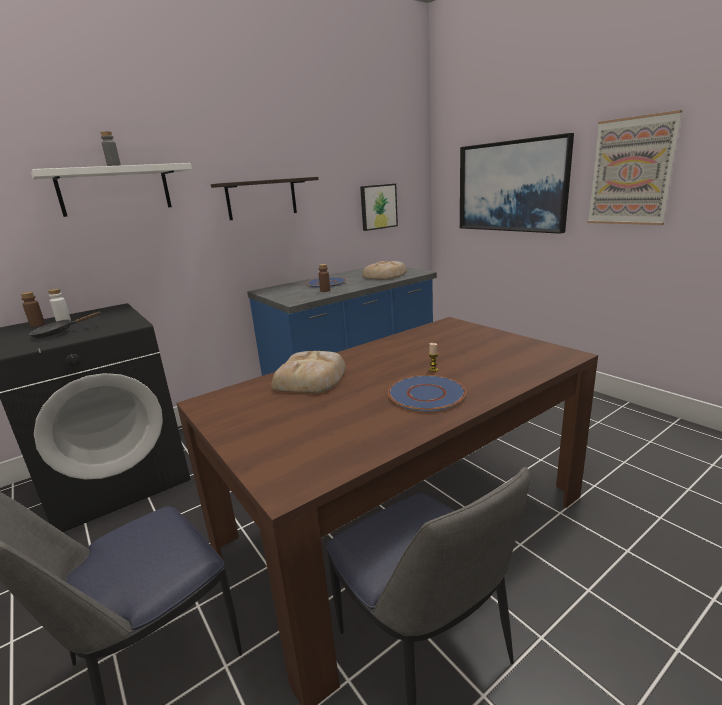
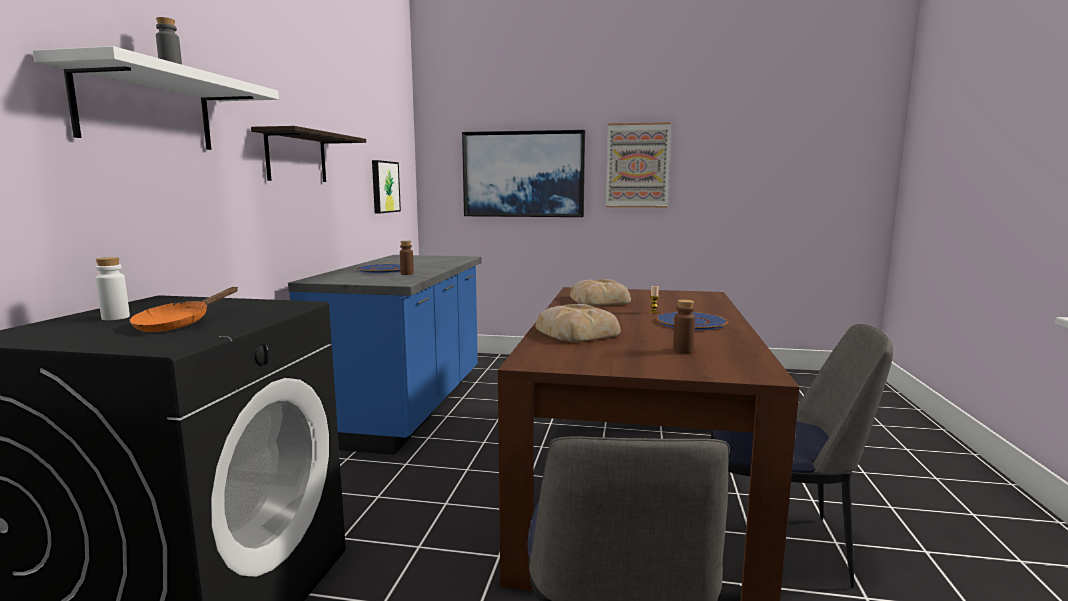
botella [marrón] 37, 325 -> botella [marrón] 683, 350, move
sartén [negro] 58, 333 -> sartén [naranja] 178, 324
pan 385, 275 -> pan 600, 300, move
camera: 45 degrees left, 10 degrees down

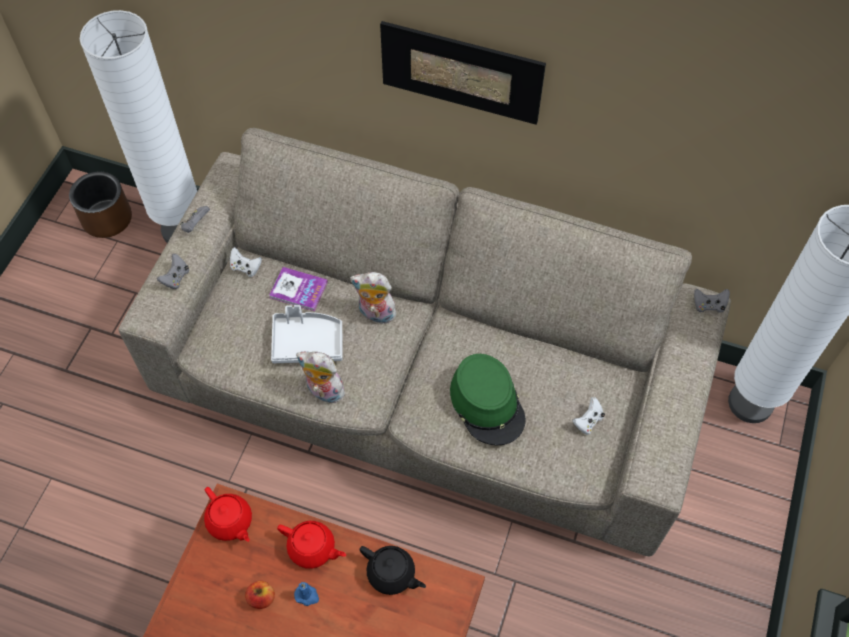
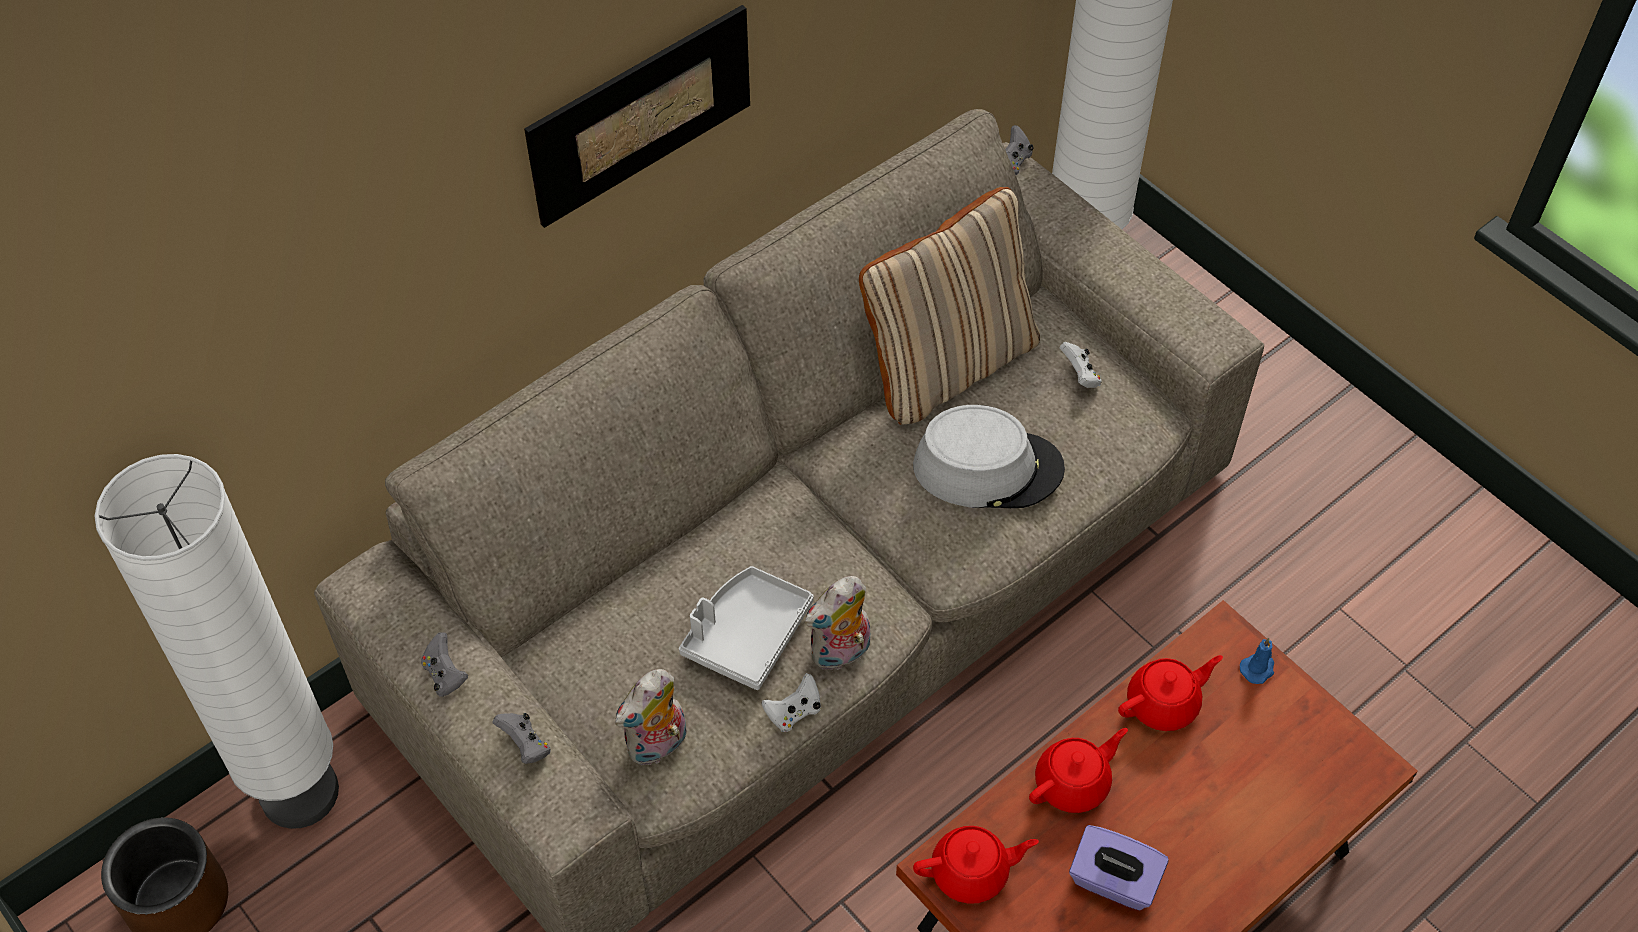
mando de consola [blanco] 246, 268 -> mando de consola [blanco] 794, 712, move
manzana 261, 598 -> caja de pañuelos [morado] 1113, 881
libro 298, 290 -> none
vela [azul] 307, 595 -> vela [azul] 1258, 669, move
peluche 375, 314 -> peluche 658, 746, move
tetera [negro] 392, 574 -> tetera [rojo] 1164, 704
sombrero [verde] 487, 403 -> sombrero [gris] 988, 467
none -> cojín [beis] 947, 364
camera: 60 degrees left, 5 degrees down

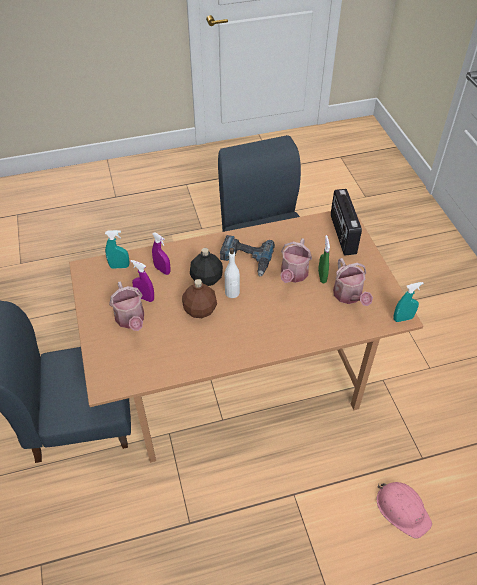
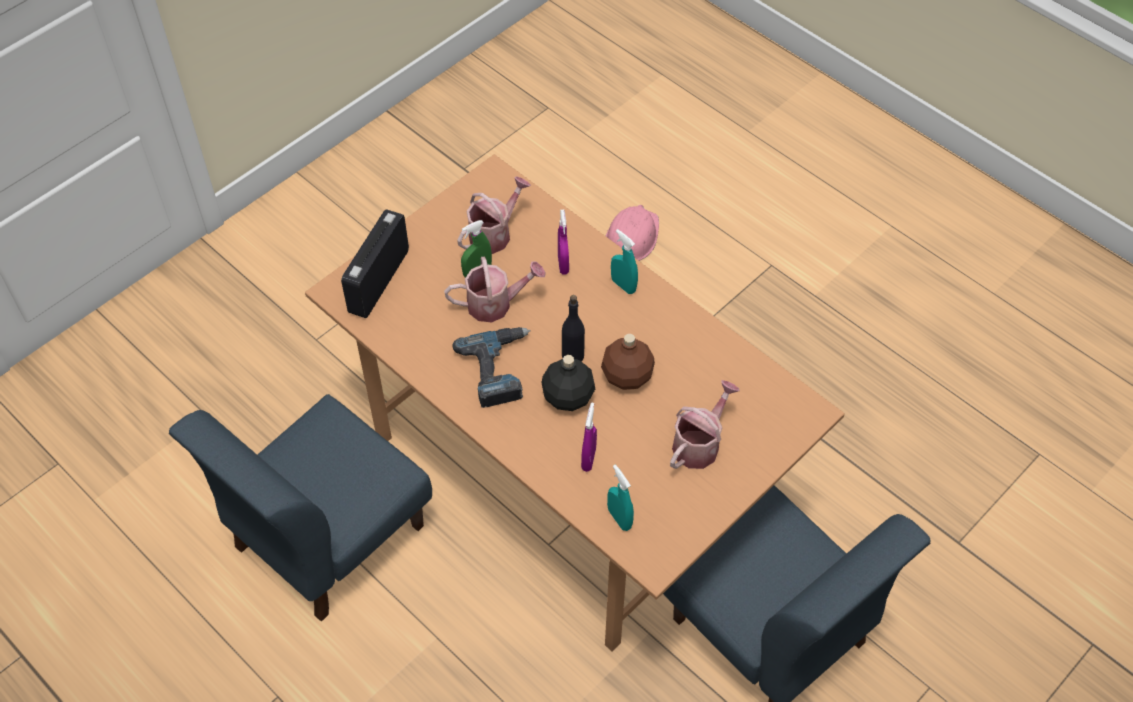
pulverizador [morado] 145, 298 -> pulverizador [morado] 563, 264, move
botella [blanco] 232, 293 -> botella [negro] 573, 355
radio 342, 234 -> radio 378, 281, 150 degrees clockwise
pulverizador [turquesa] 403, 318 -> pulverizador [turquesa] 623, 285, move
camera: 120 degrees left, 5 degrees up

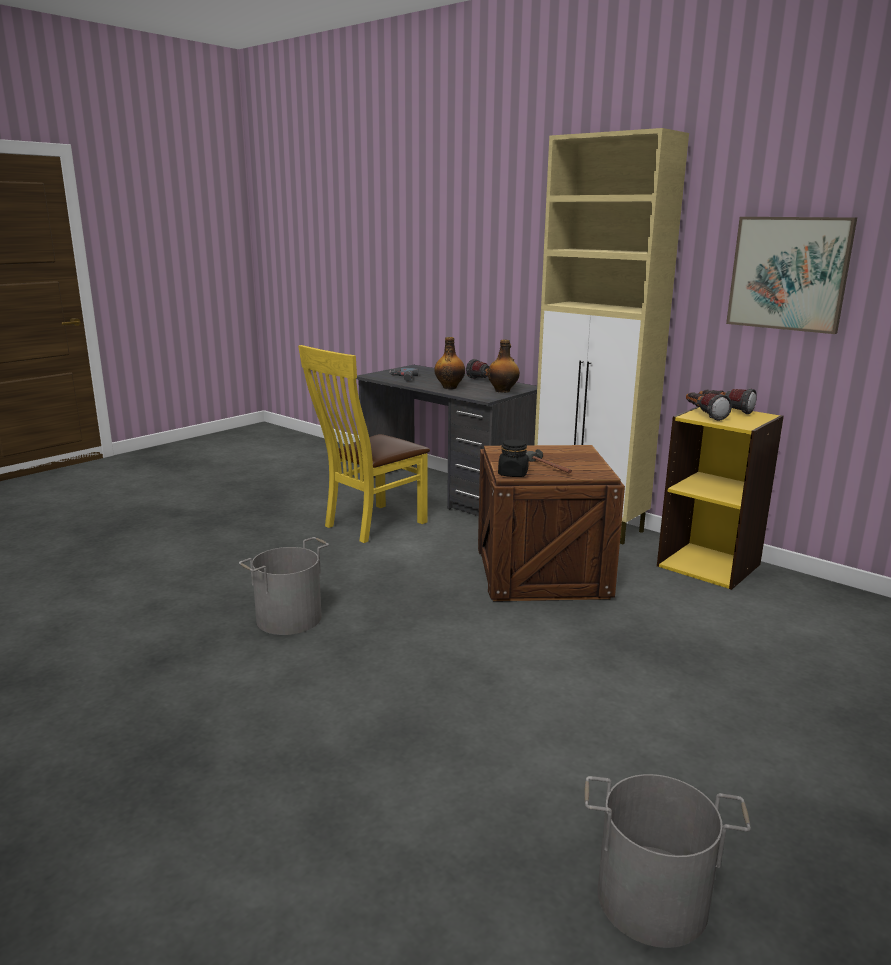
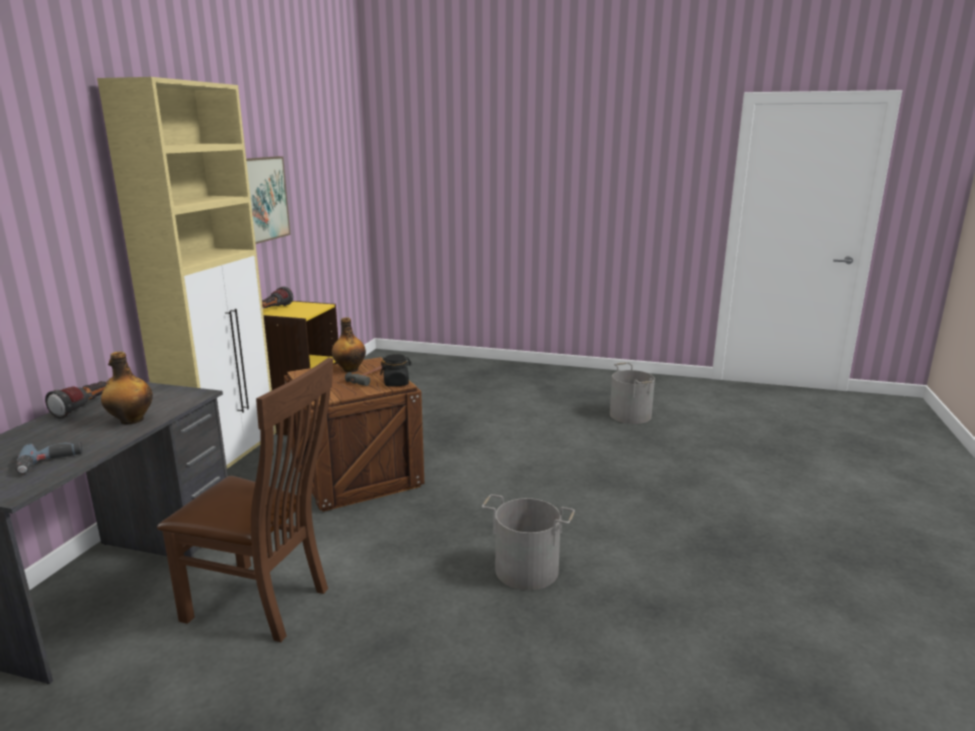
silla [amarillo] 369, 525 -> silla [marrón] 265, 604
botella 503, 391 -> botella 350, 369, move
linterna 703, 415 -> none
camera: 115 degrees left, 0 degrees up

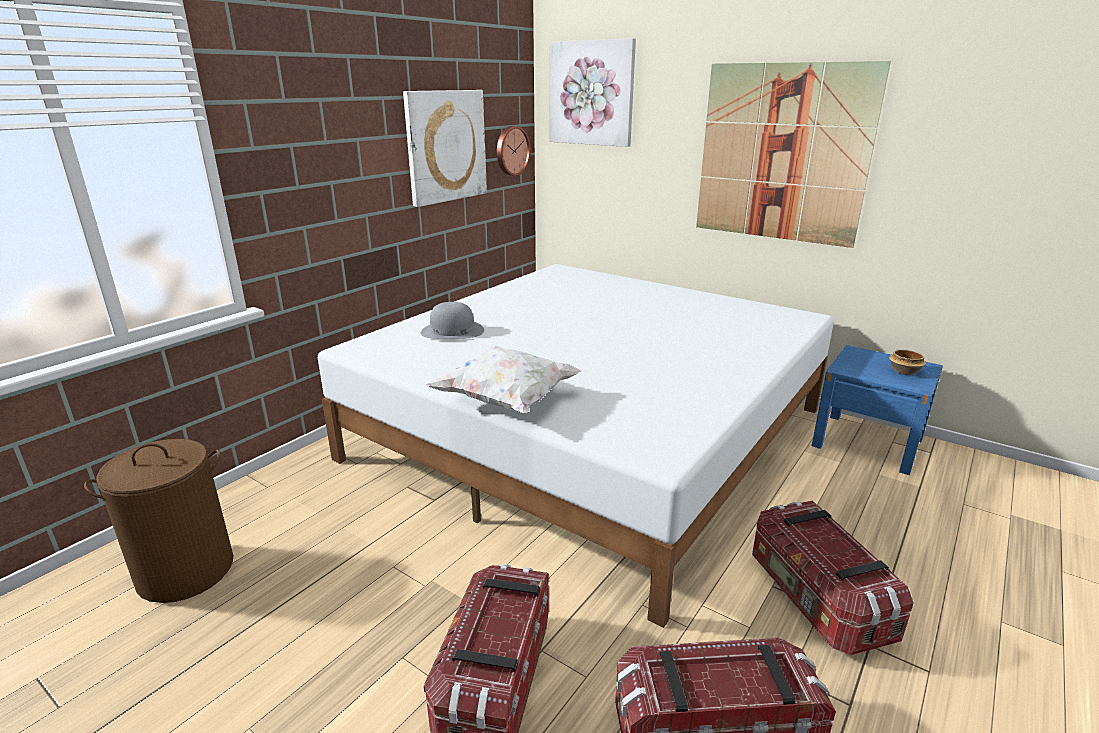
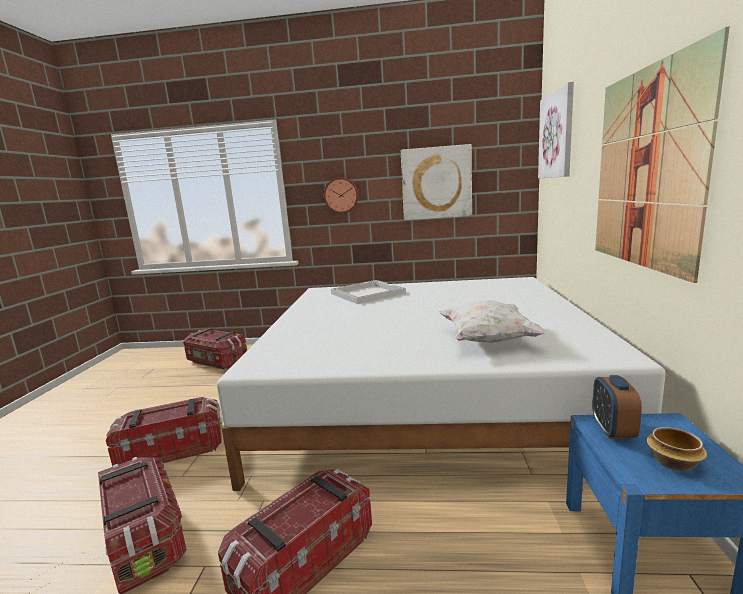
cesto de la ropa [marrón] 187, 571 -> caja de almacenaje 217, 362
sombrero [gris] 452, 331 -> bandeja [blanco] 366, 293
cojín [blanco] 507, 400 -> cojín [blanco] 488, 340, move
reloj de pared 511, 151 -> reloj de pared 341, 195, move
none -> despertador 612, 430
camera: 60 degrees right, 10 degrees down

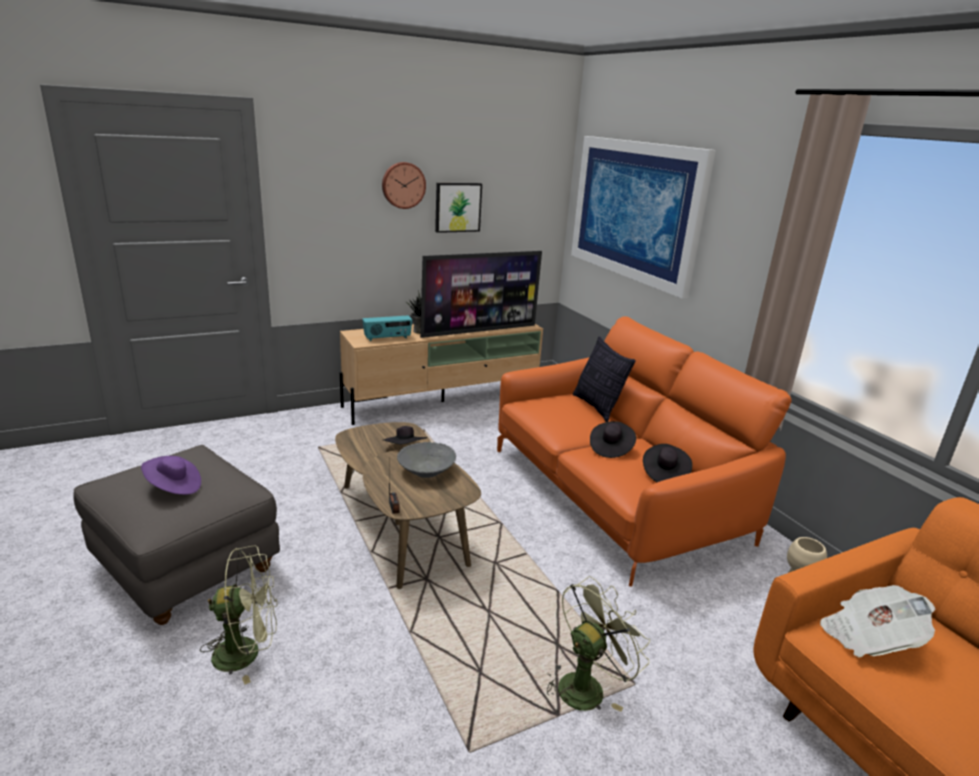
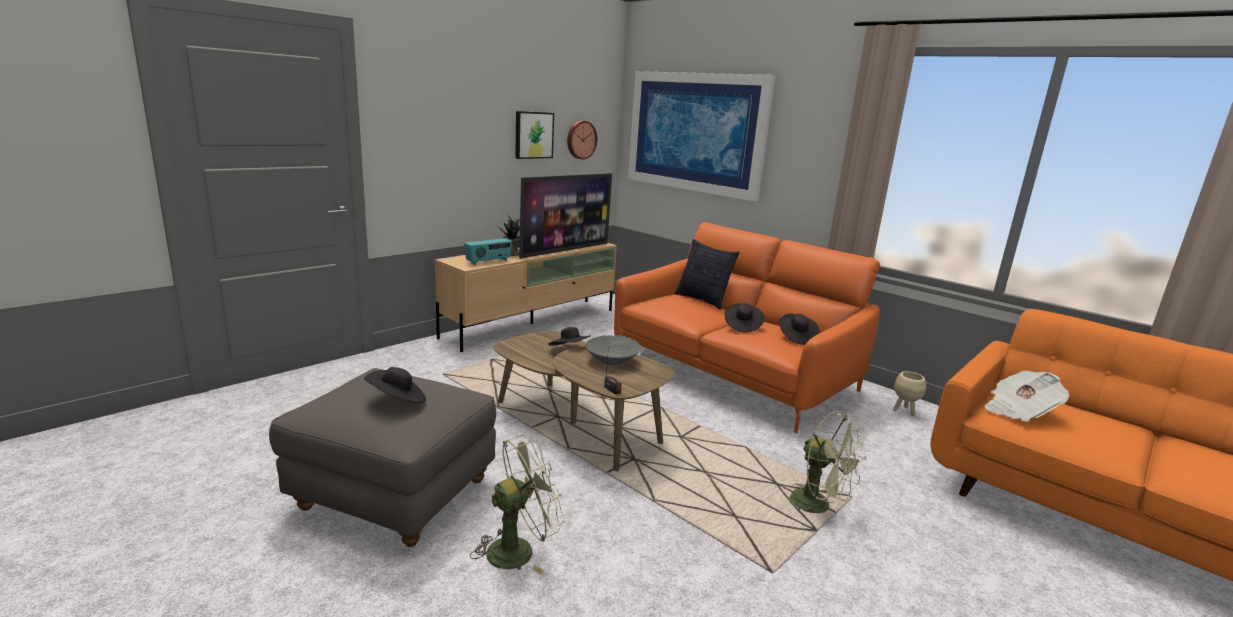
sombrero [morado] 174, 487 -> sombrero [negro] 397, 400
reloj de pared 403, 185 -> reloj de pared 580, 139, move
ventilador [verde] 586, 685 -> ventilador [verde] 819, 506, 105 degrees clockwise
camera: 20 degrees left, 5 degrees down

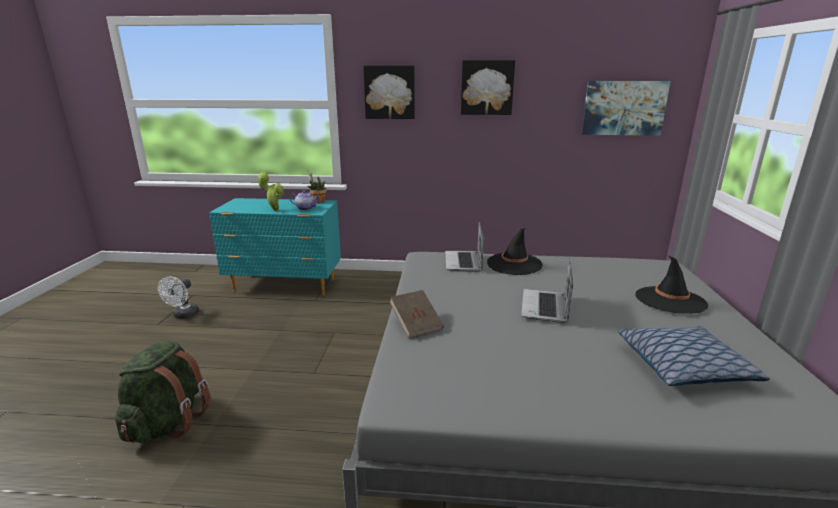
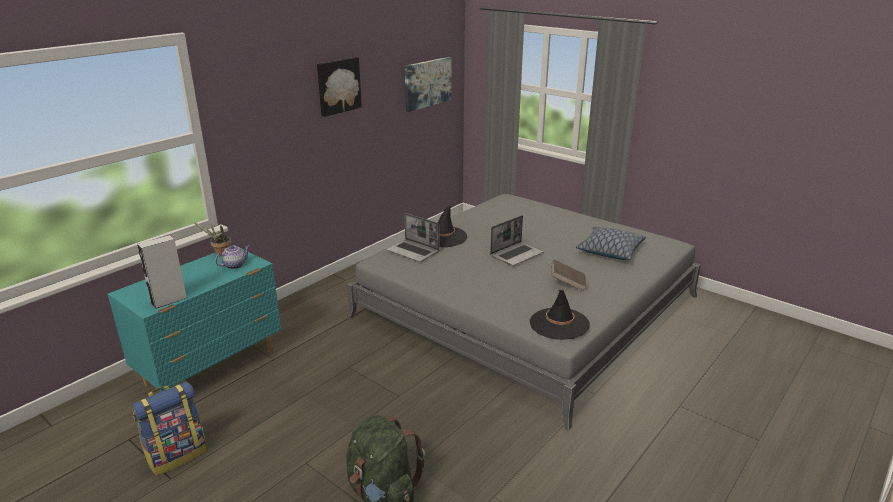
ventilador [blanco] 183, 315 -> mochila 177, 454
planta en maceta 274, 210 -> none
cuadro 389, 92 -> none
libro [marrón] 416, 324 -> libro [marrón] 567, 283, move
portátil 545, 307 -> portátil 516, 254, 90 degrees counterclockwise
sombrero [negro] 670, 300 -> sombrero [negro] 559, 324, move
none -> altavoz [gris] 169, 300
camera: 55 degrees left, 5 degrees up

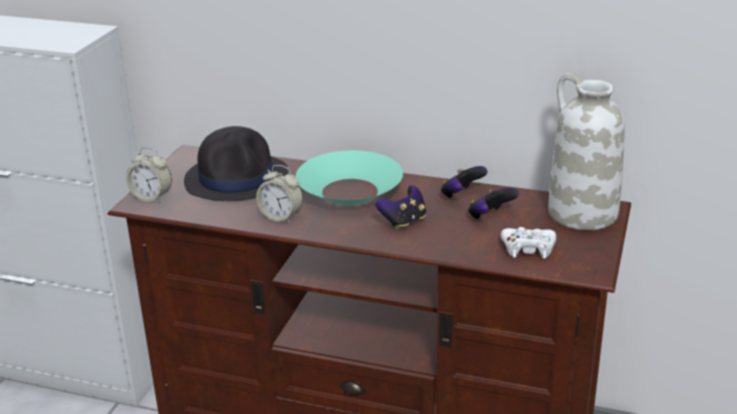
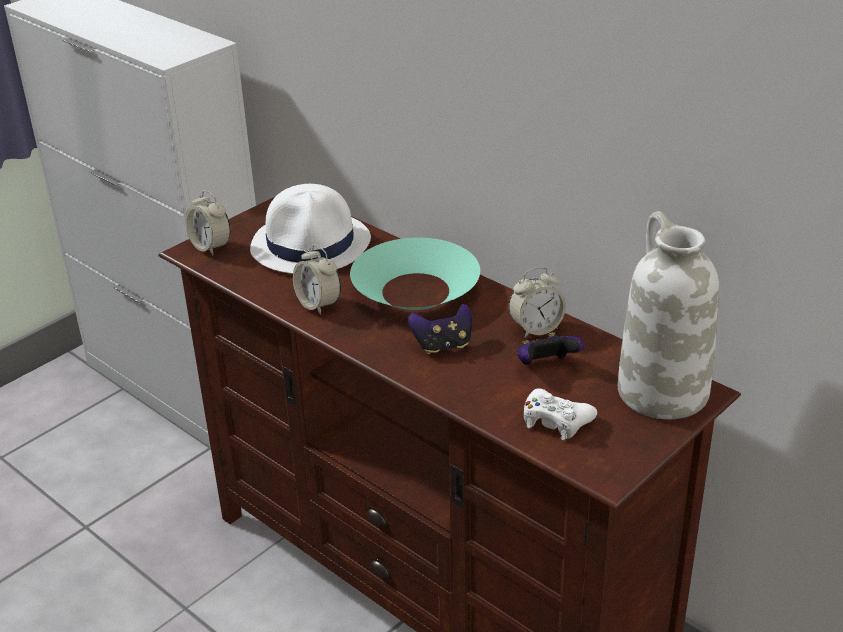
sombrero [negro] 237, 178 -> sombrero [blanco] 312, 244
mando de consola 461, 195 -> despertador 536, 328
camera: 25 degrees right, 5 degrees up

